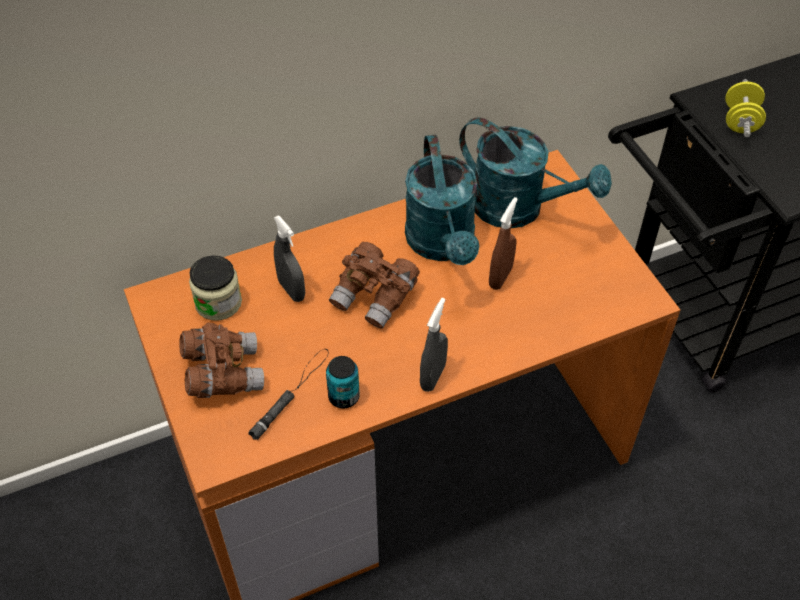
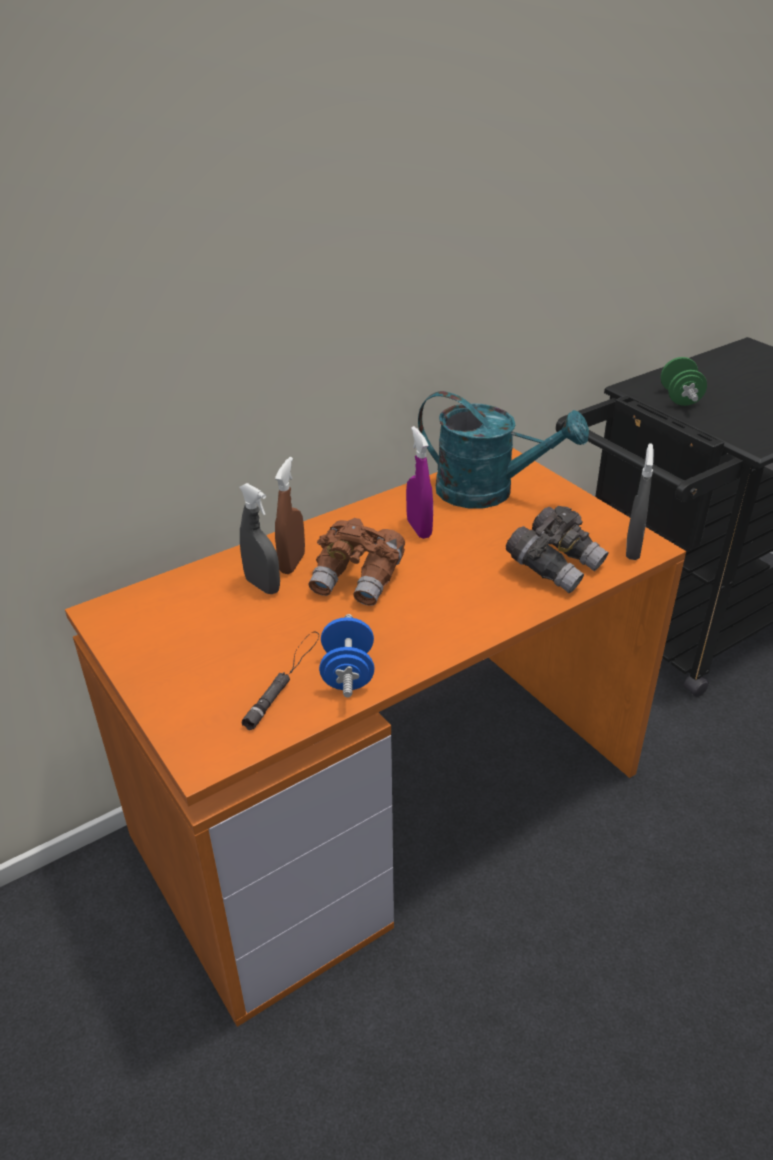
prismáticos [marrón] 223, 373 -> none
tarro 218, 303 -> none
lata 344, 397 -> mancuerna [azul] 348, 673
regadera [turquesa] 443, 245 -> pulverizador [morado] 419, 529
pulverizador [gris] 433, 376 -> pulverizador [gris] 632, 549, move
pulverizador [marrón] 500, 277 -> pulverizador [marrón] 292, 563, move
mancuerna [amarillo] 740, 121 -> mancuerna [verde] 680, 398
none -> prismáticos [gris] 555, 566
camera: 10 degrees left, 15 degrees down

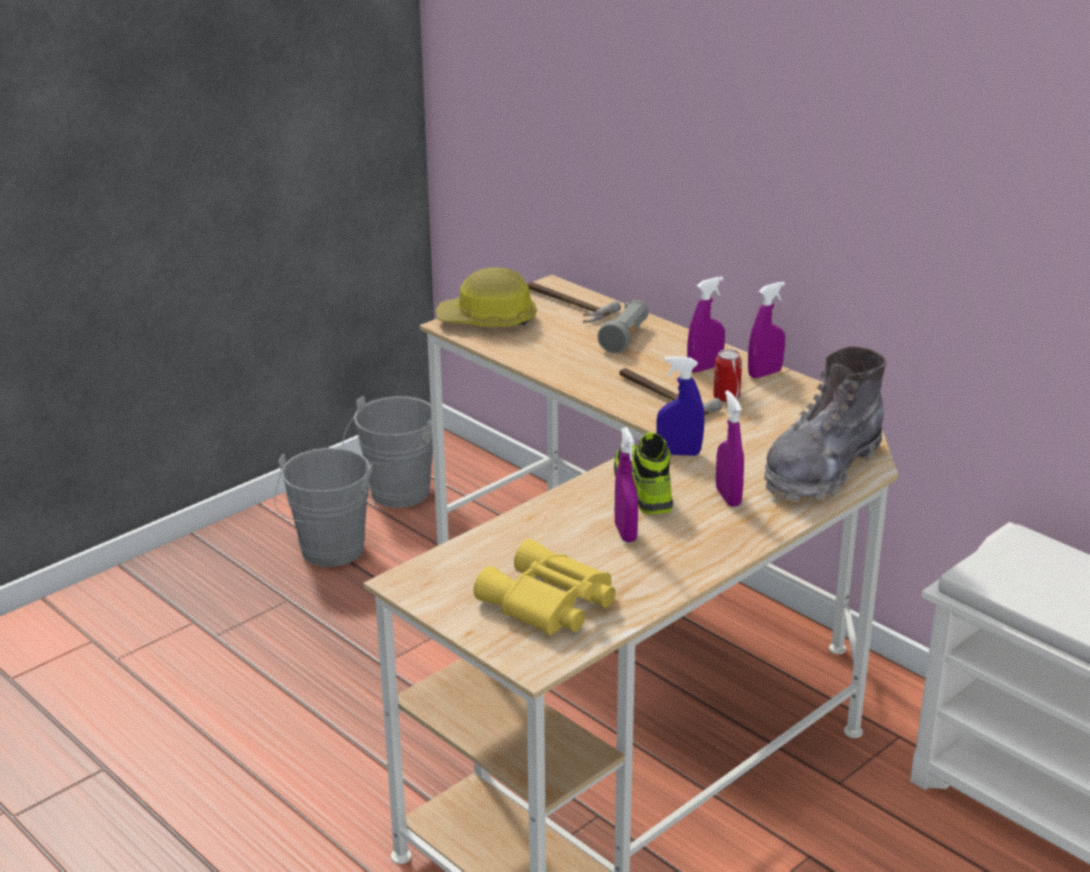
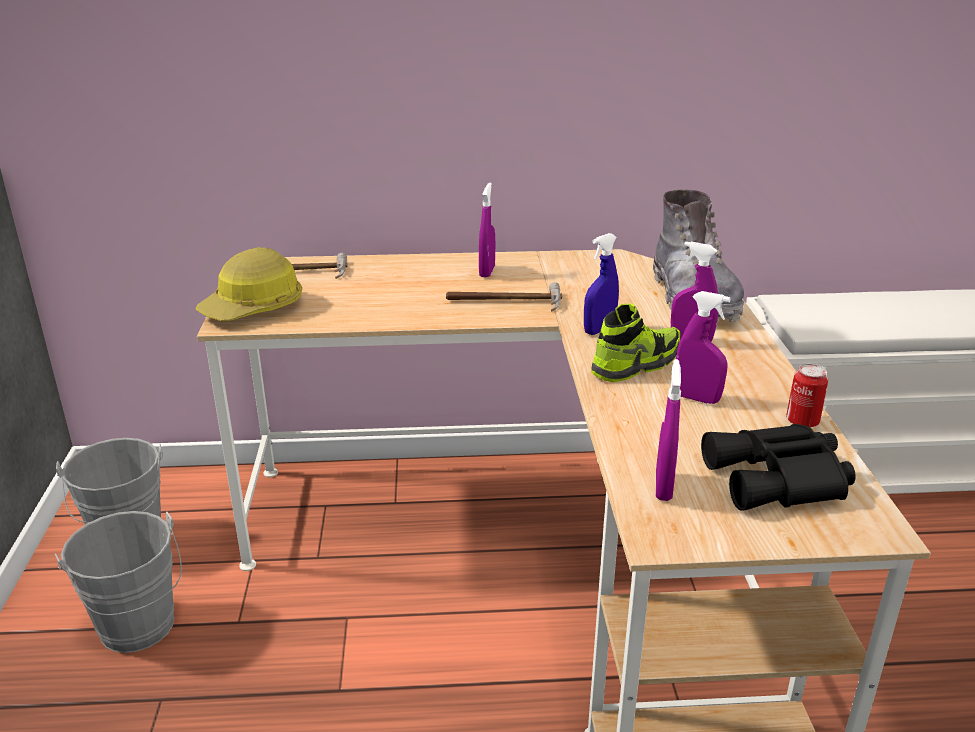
prismáticos [amarillo] 548, 604 -> prismáticos [negro] 779, 480
linterna [gris] 625, 338 -> none
zapato 643, 489 -> zapato 636, 364, 120 degrees clockwise
lata 726, 398 -> lata 802, 421, move
pulverizador [morado] 765, 374 -> pulverizador [morado] 663, 487, move
camera: 50 degrees left, 0 degrees up

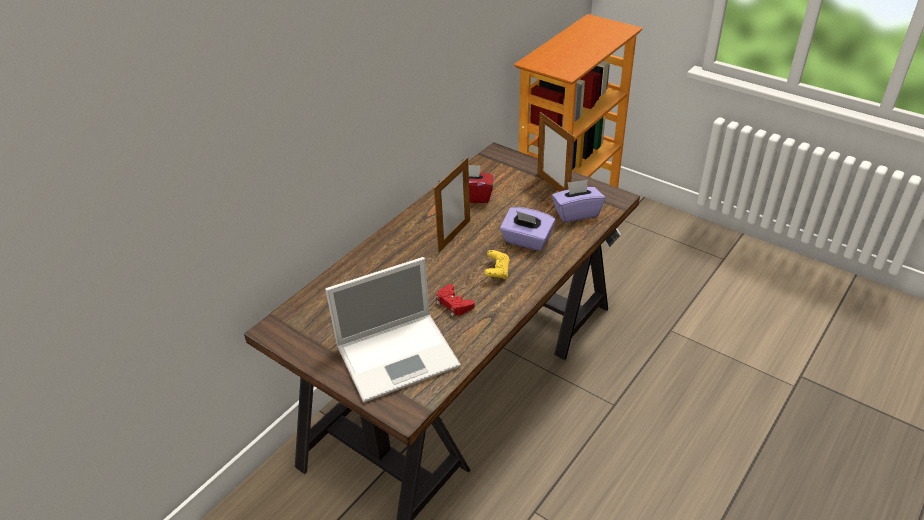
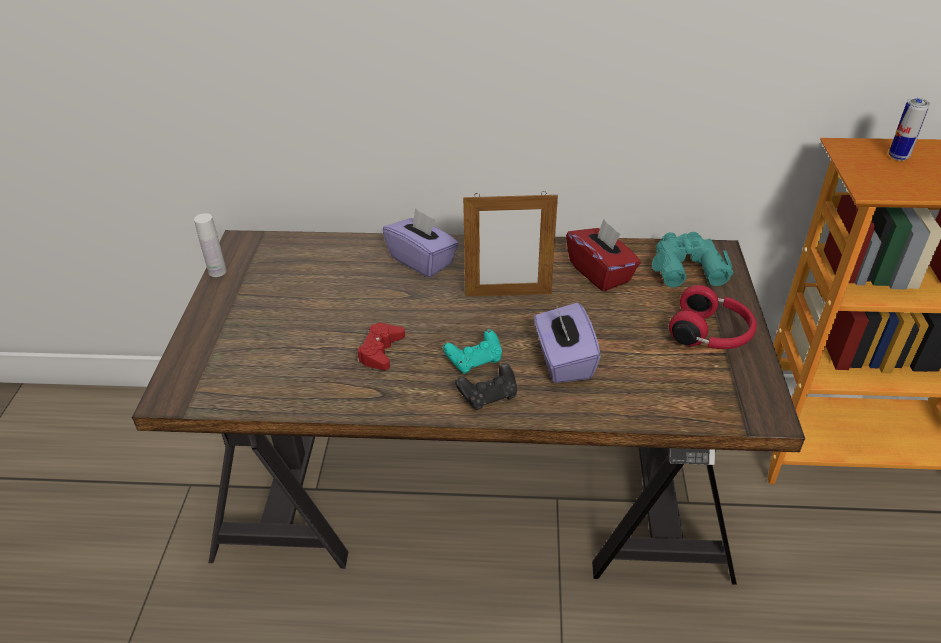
portátil 399, 355 -> none
mando de consola [amarillo] 497, 271 -> mando de consola [turquesa] 475, 361
portarretratos 553, 186 -> auriculares [rojo] 711, 334
caja de pañuelos [morado] 576, 213 -> caja de pañuelos [morado] 422, 260, move
none -> botella [blanco] 217, 271
none -> mando de consola [negro] 488, 396
none -> prismáticos [turquesa] 687, 266
none -> lata 898, 157
camera: 55 degrees right, 0 degrees up

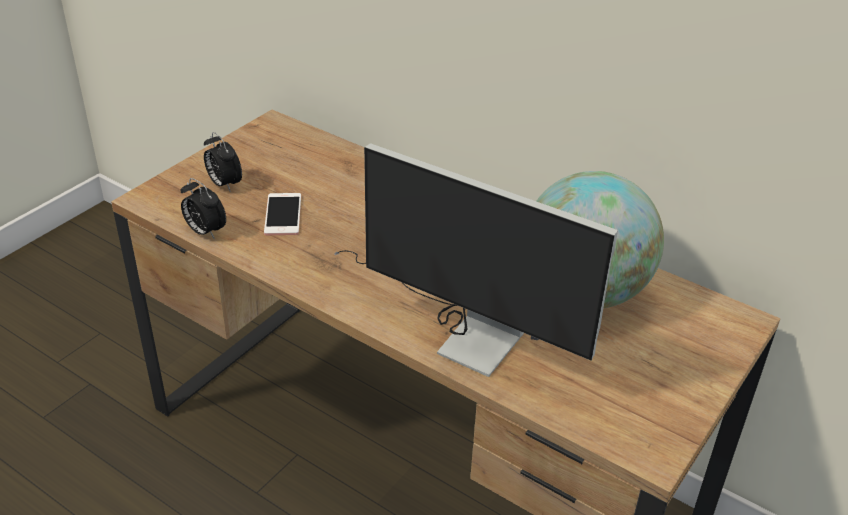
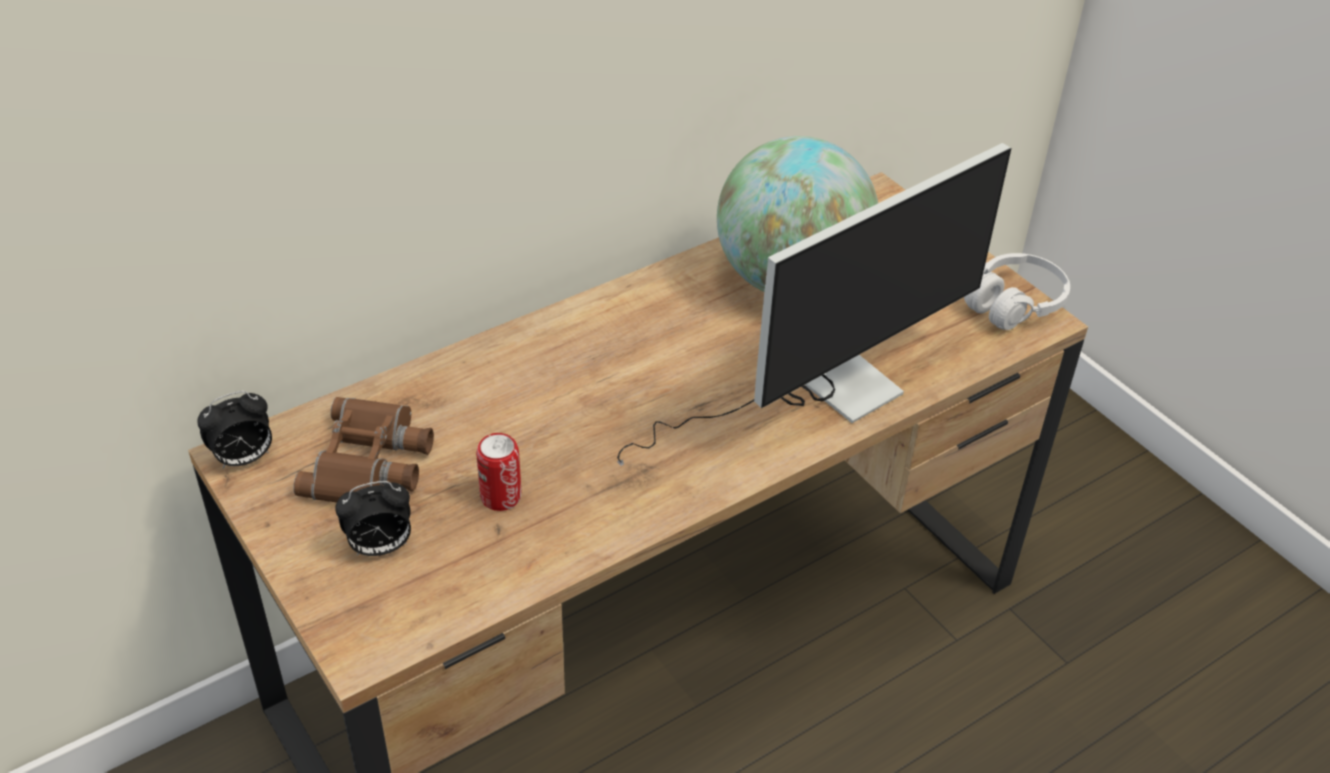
despertador 205, 232 -> despertador 243, 459, move
móvil 283, 215 -> lata 501, 497
none -> prismáticos [marrón] 371, 462
none -> auriculares [blanco] 1014, 304
camera: 70 degrees left, 5 degrees up

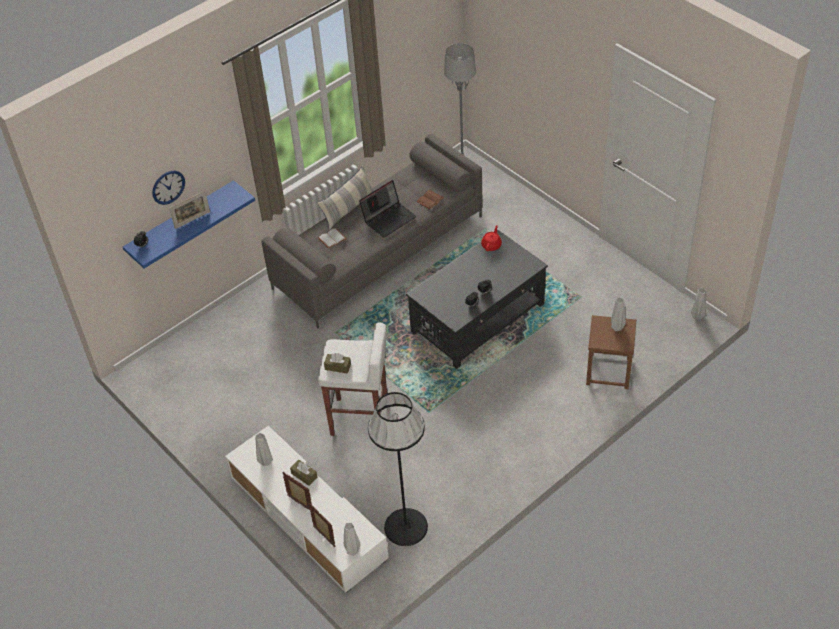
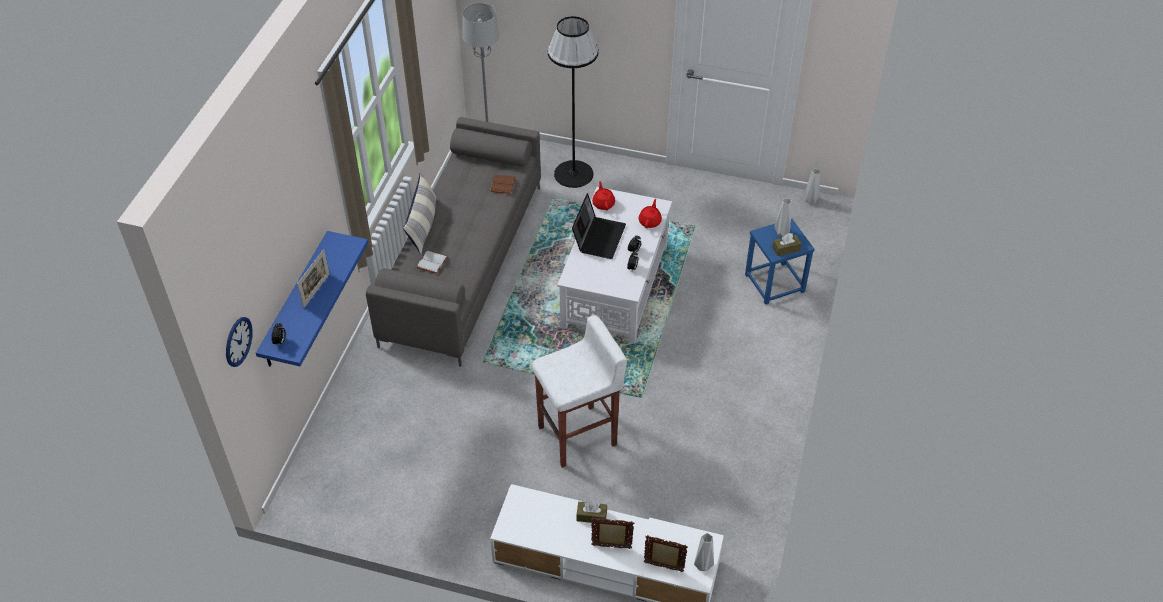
reloj de pared 168, 187 -> reloj de pared 238, 341, move
florero [gris] 265, 462 -> none
caja de pañuelos [marrón] 338, 367 -> caja de pañuelos [marrón] 786, 249, move
portátil 389, 218 -> portátil 598, 237, move
lámpara de pie [negro] 405, 527 -> lámpara de pie [negro] 573, 174, move
mesa de centro [negro] 478, 318 -> mesa de centro [blanco] 615, 286
taburete [marrón] 608, 371 -> taburete [azul] 774, 283
none -> tetera [rojo] 650, 221
camera: 35 degrees left, 0 degrees up

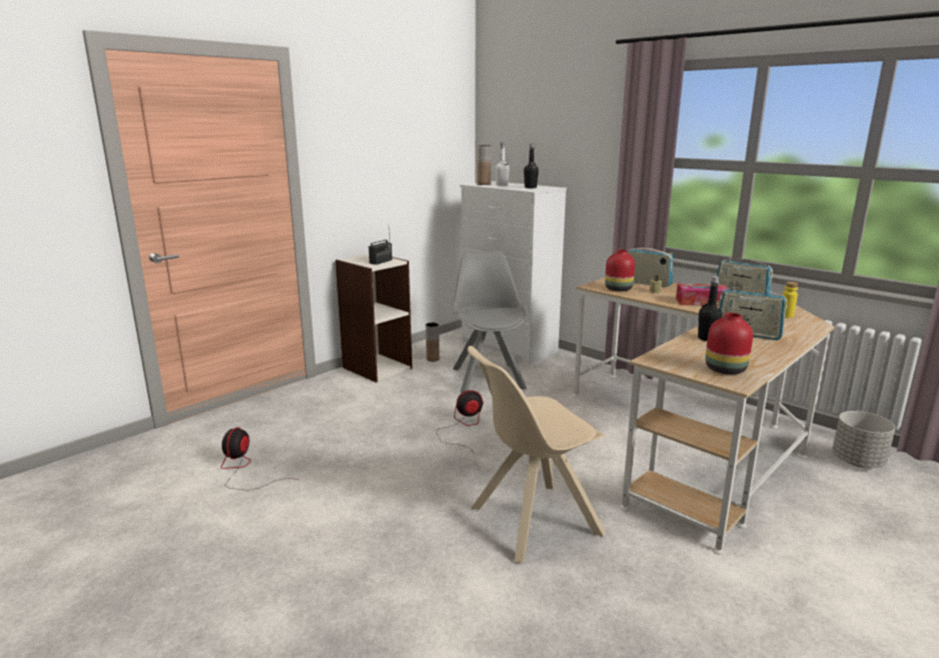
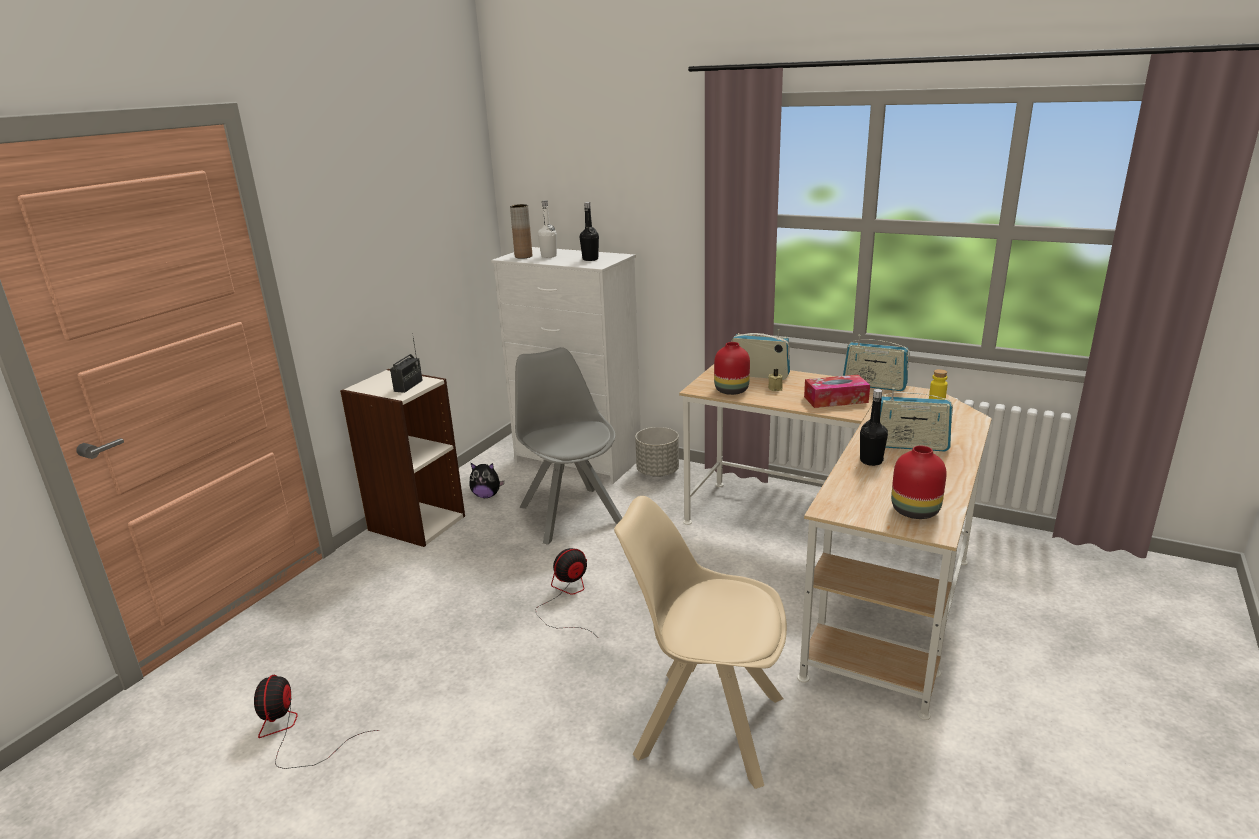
florero [marrón] 432, 359 -> peluche 486, 495
silla [beis] 532, 521 -> silla [beis] 705, 725, 60 degrees clockwise
maceta [gris] 857, 462 -> maceta [gris] 657, 472, move
camera: 15 degrees left, 5 degrees up

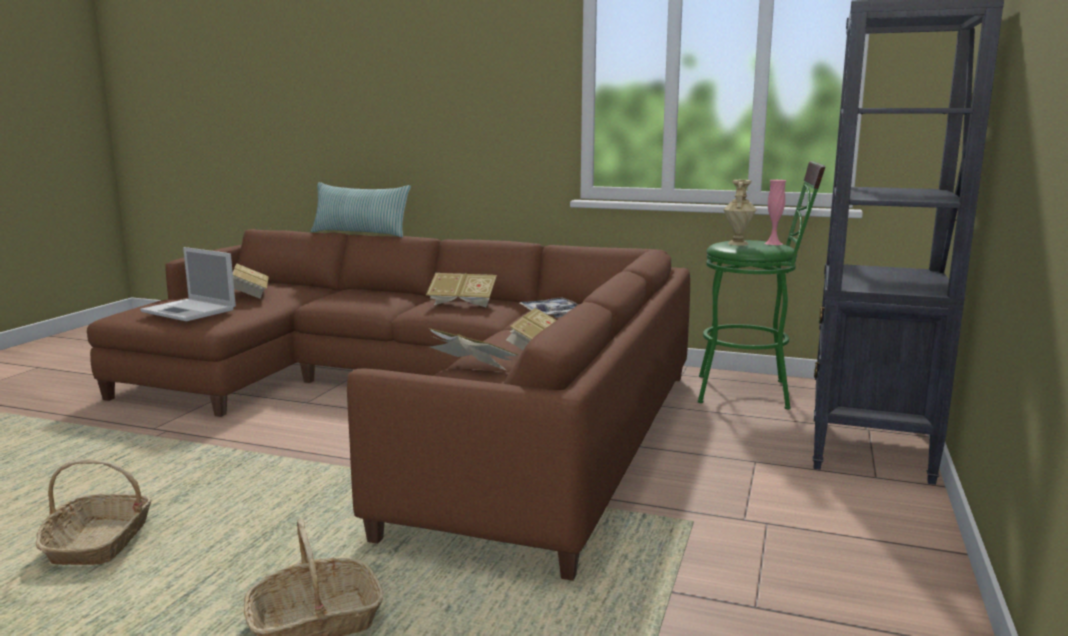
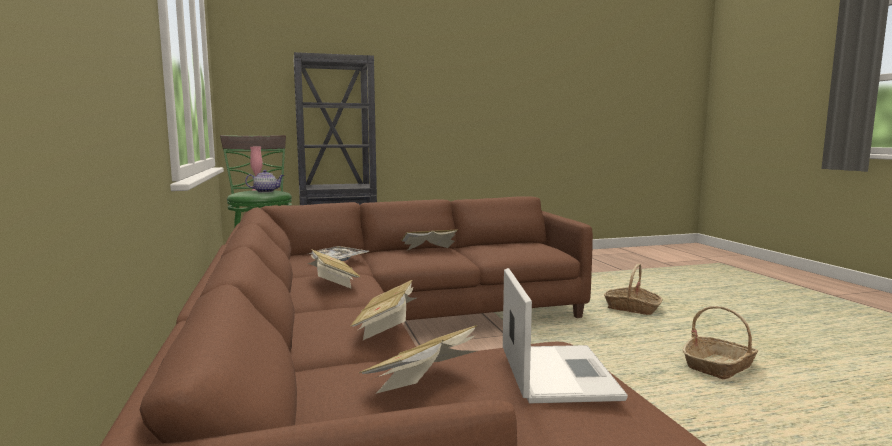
cojín 360, 233 -> none
libro 471, 367 -> libro 387, 327, move
florero [beis] 738, 243 -> tetera 266, 191
camera: 125 degrees left, 5 degrees down

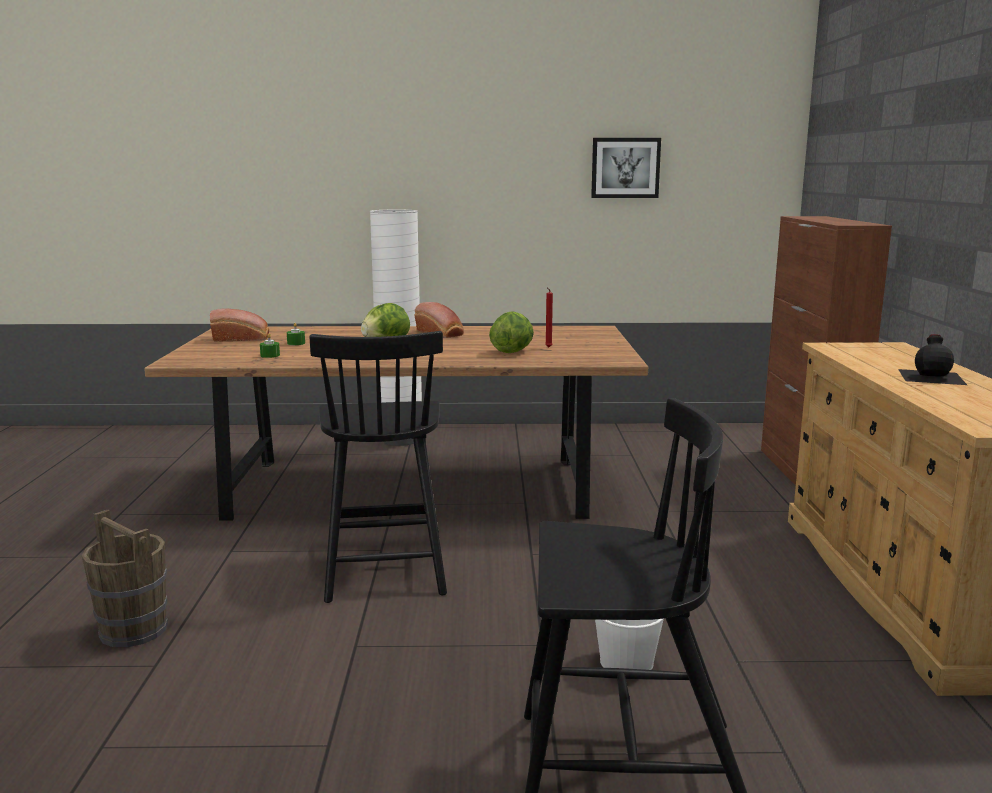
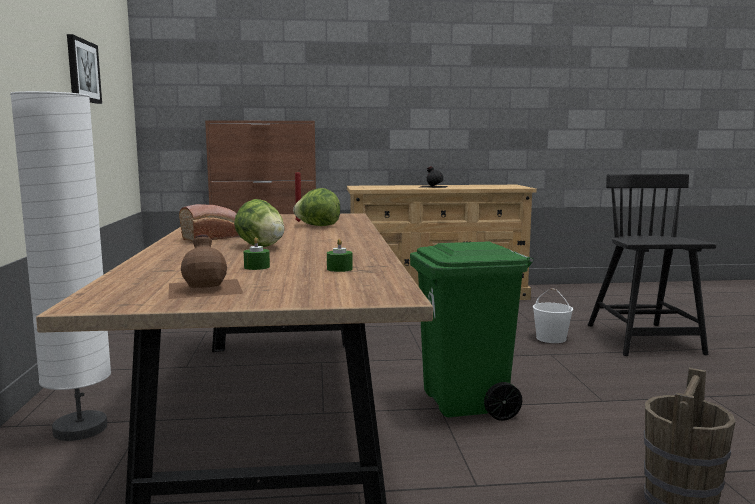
pan 242, 339 -> botella [marrón] 206, 288
silla [negro] 384, 563 -> papelera [verde] 466, 403
camera: 95 degrees left, 5 degrees down

